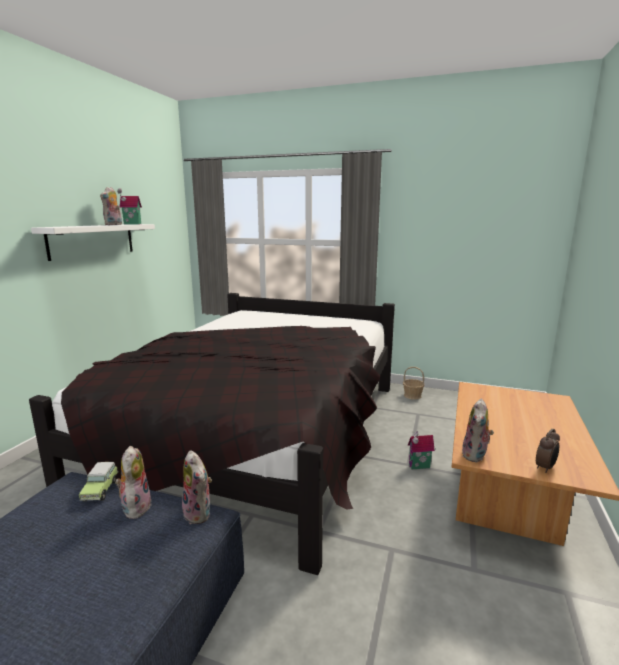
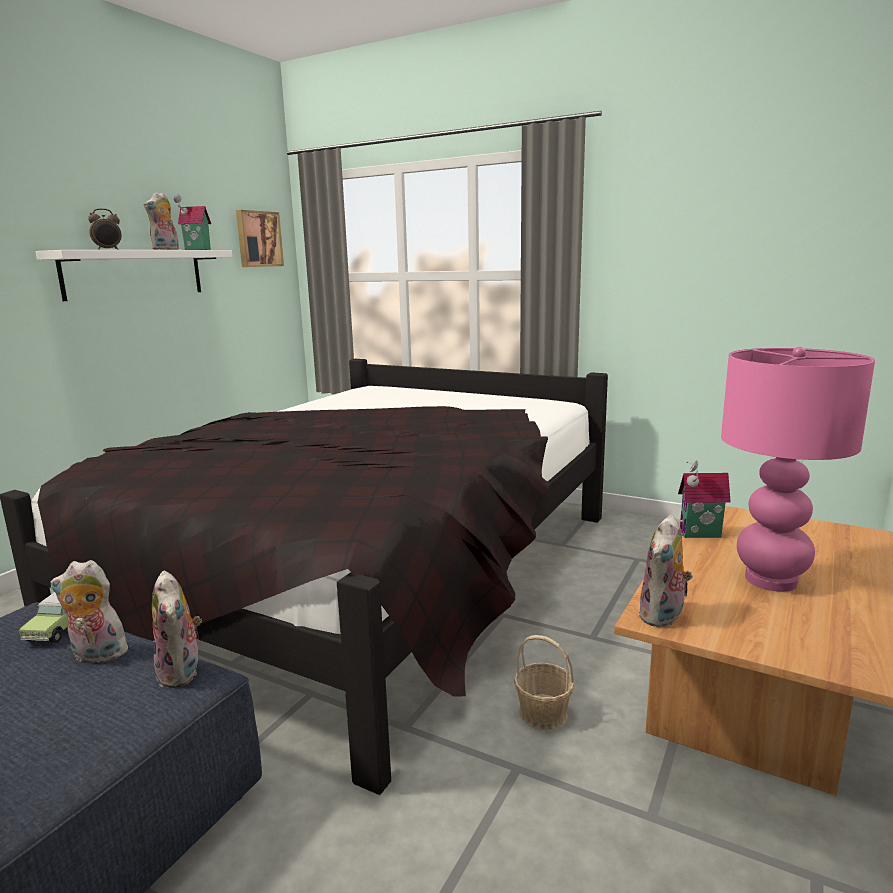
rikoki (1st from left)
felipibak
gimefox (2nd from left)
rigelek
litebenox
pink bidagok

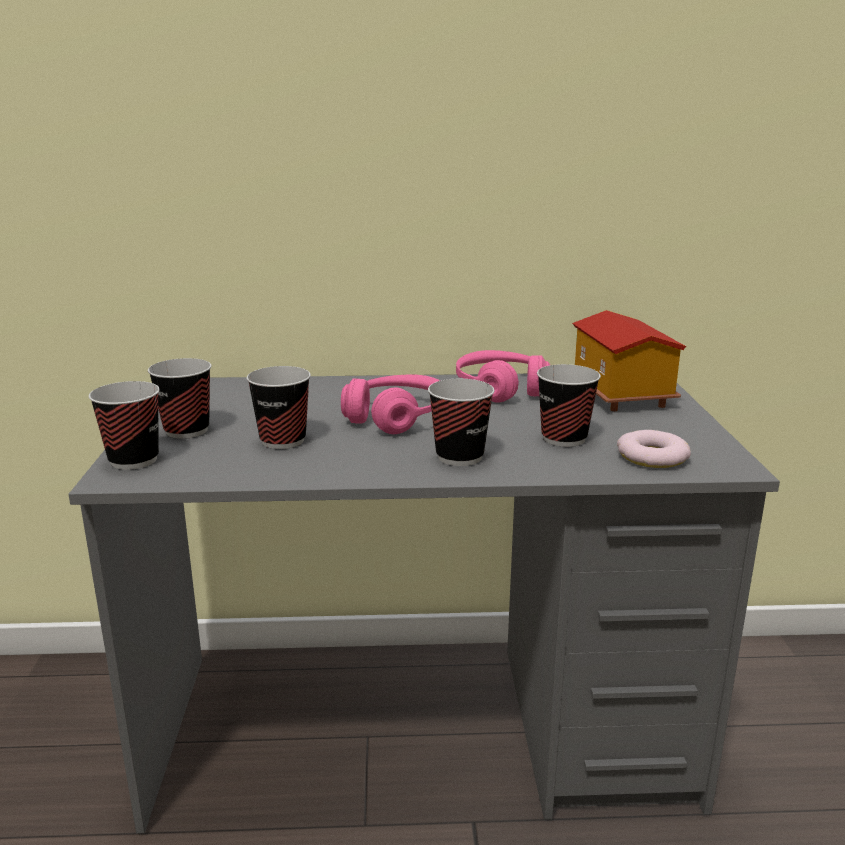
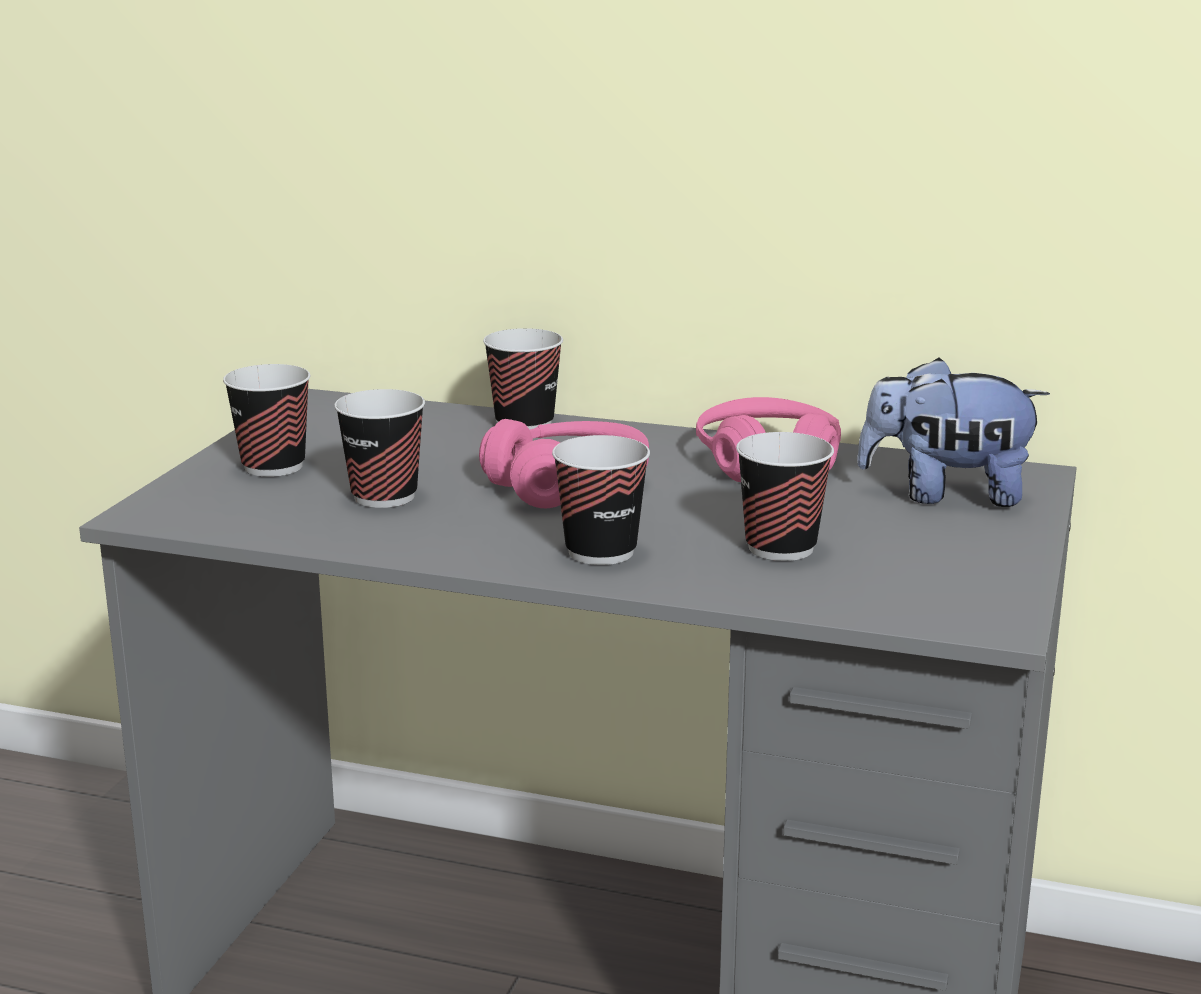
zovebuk (3rd from left)
rikoki
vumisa

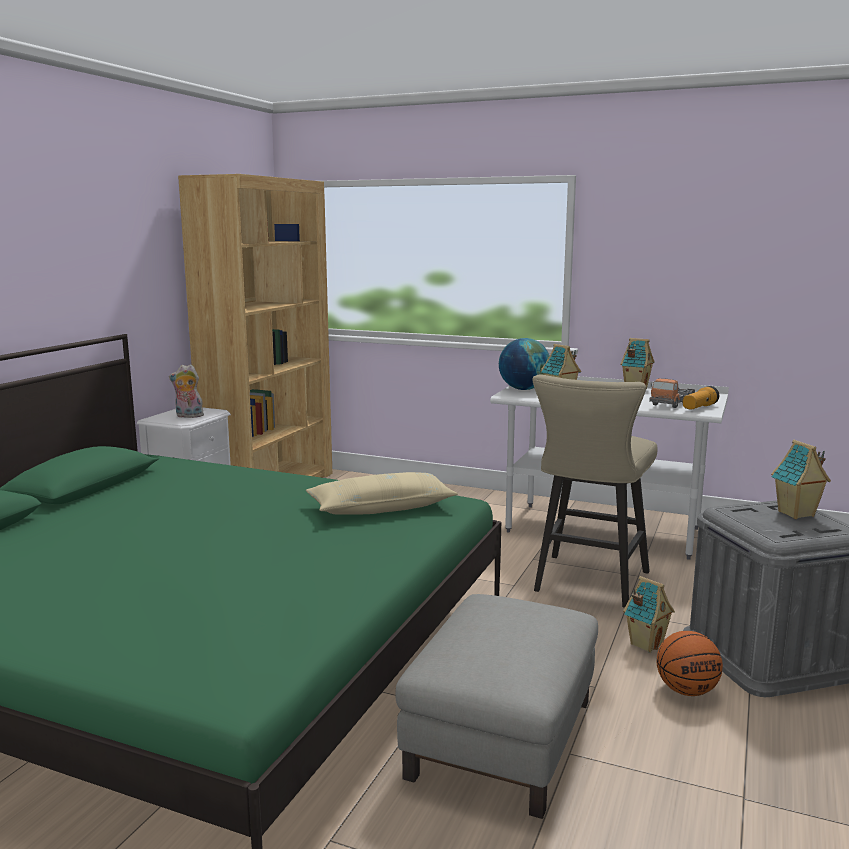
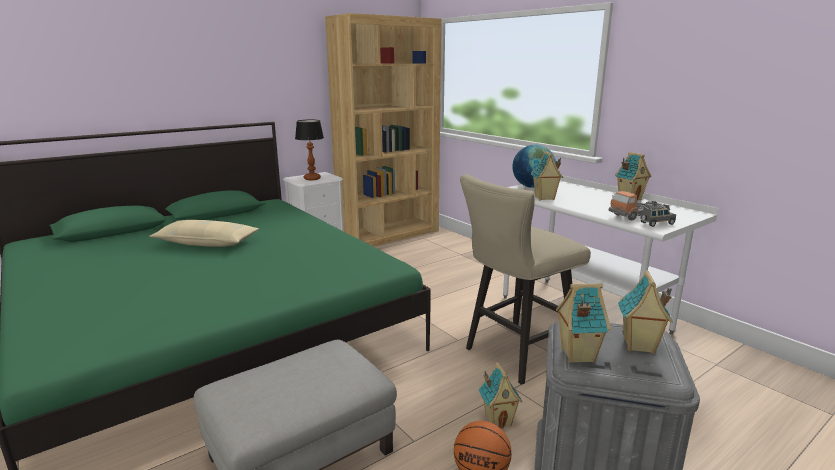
bidagok
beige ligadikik
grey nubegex
gimefox (3rd from left)

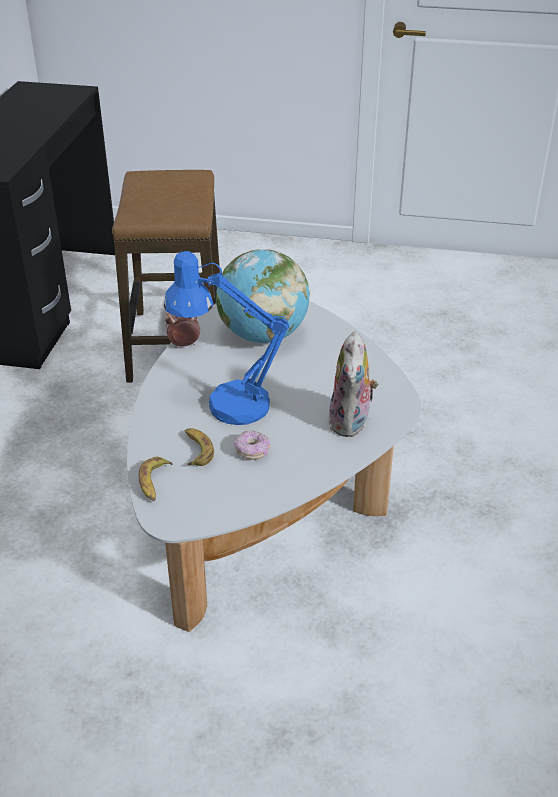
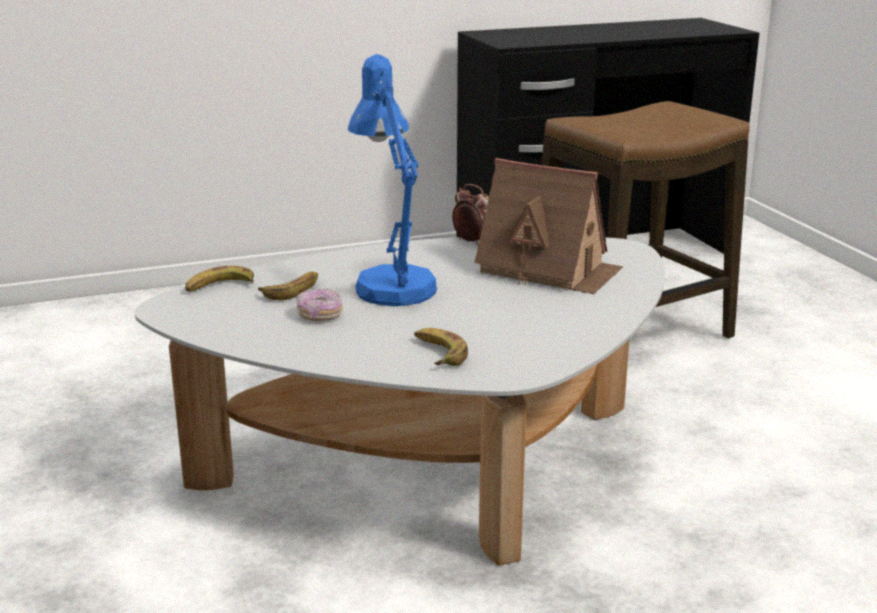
gimefox
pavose (3rd from left)

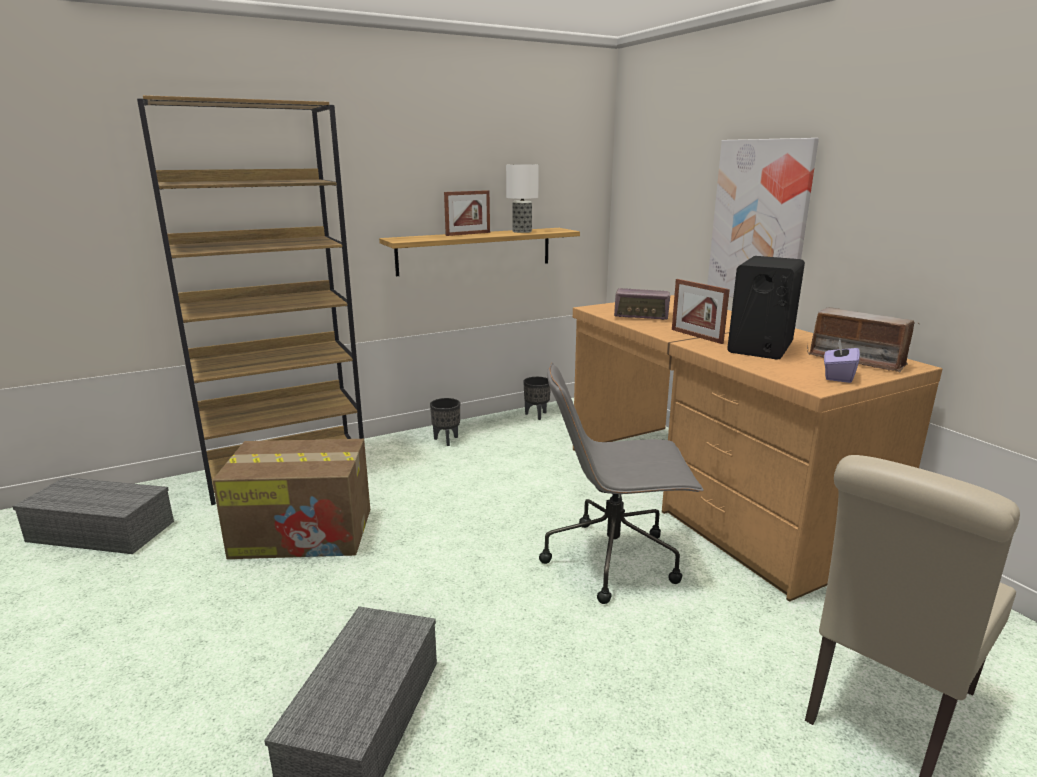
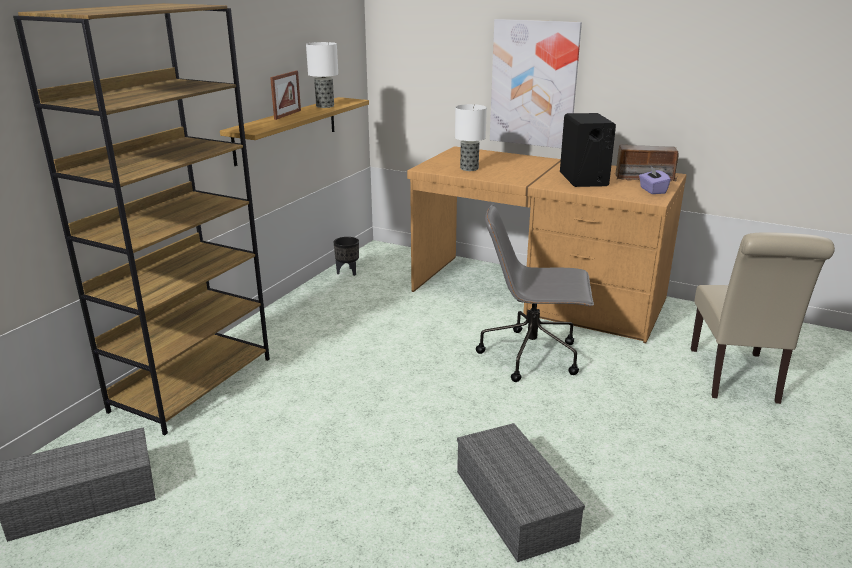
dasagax
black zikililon (1st from left in the first image)
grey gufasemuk
bidagok (2nd from left)
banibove (2nd from left in the first image)

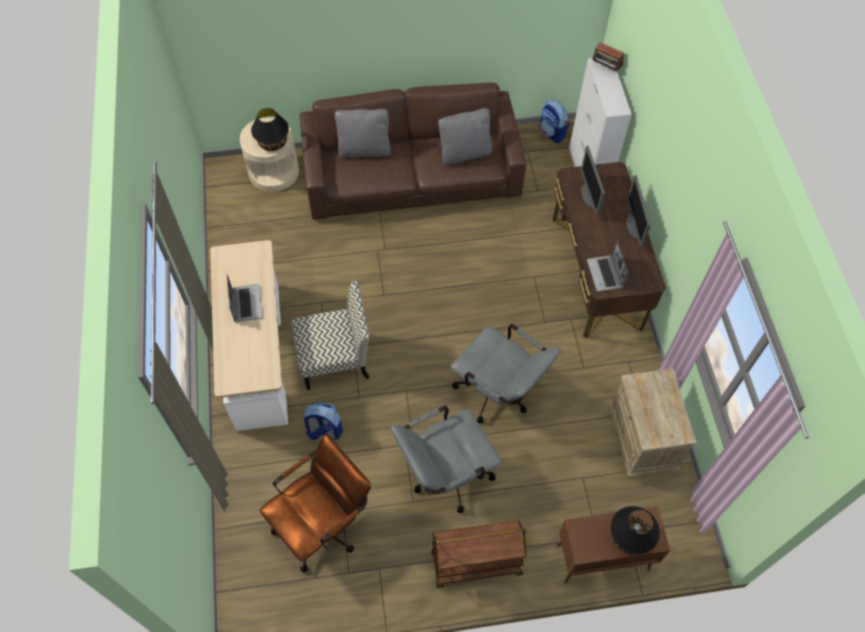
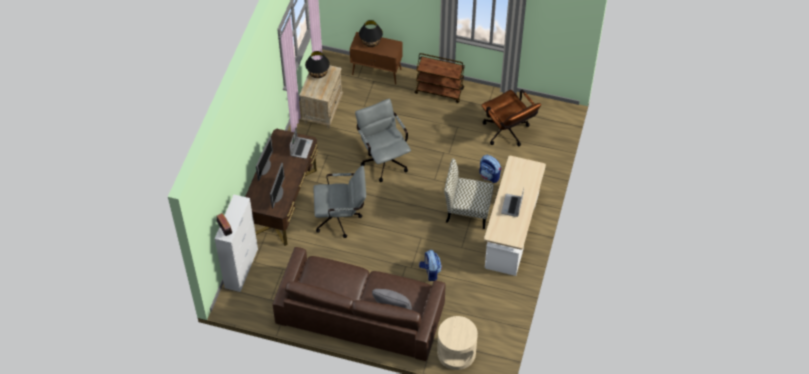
black bidagok (1st from left)
brown gufasemuk
grey gufasemuk (1st from left)
grey ligadikik (2nd from left in the first image)
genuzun (1st from left)

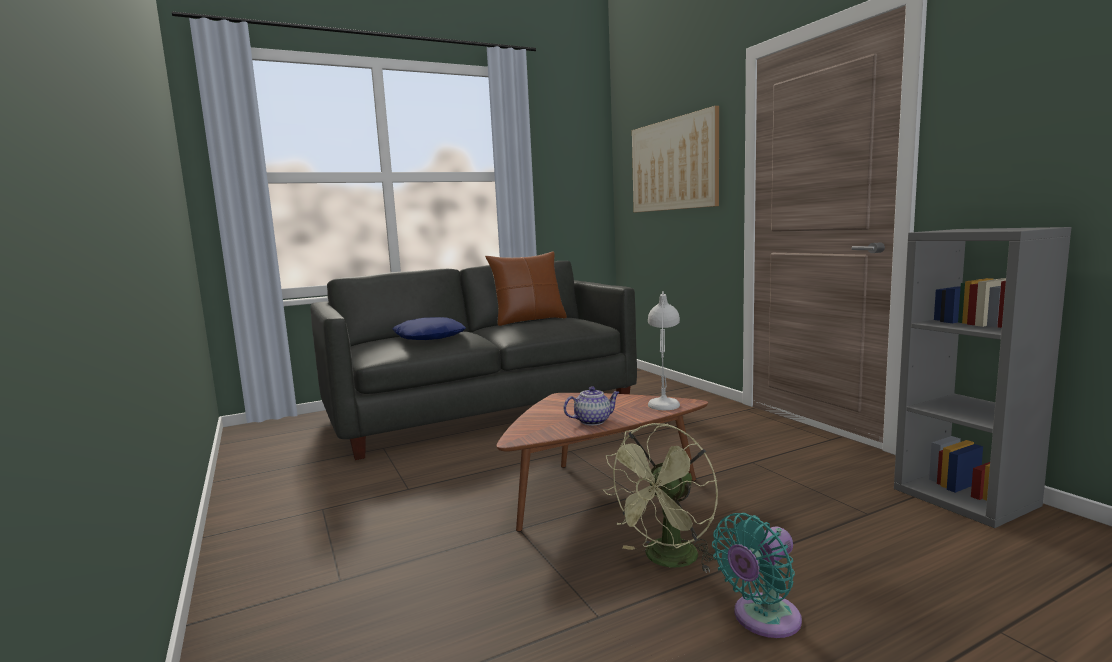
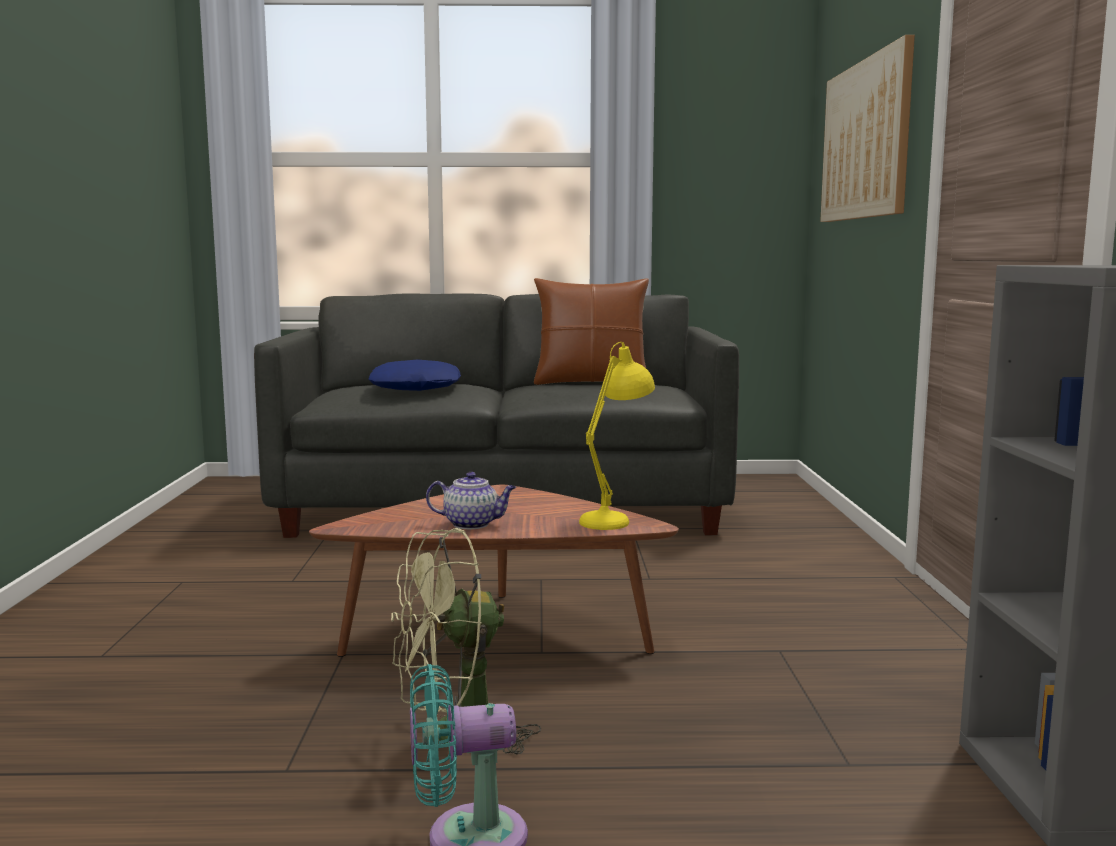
yellow bidagok

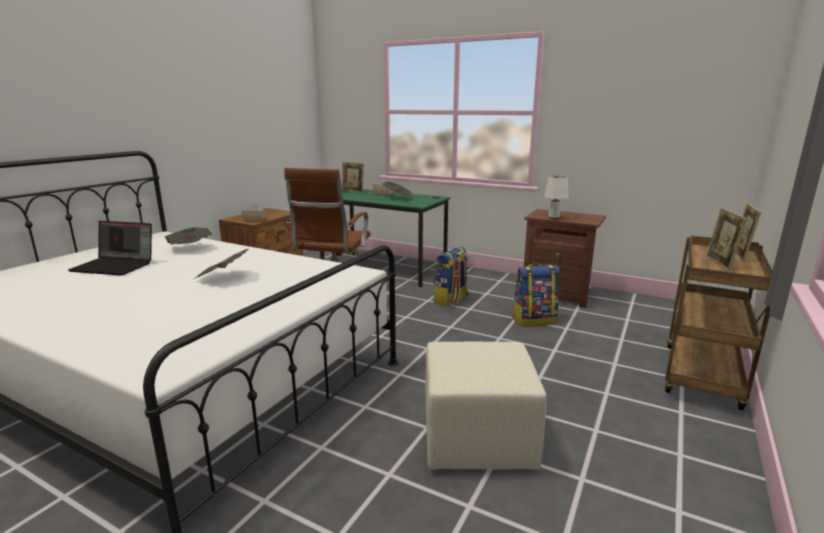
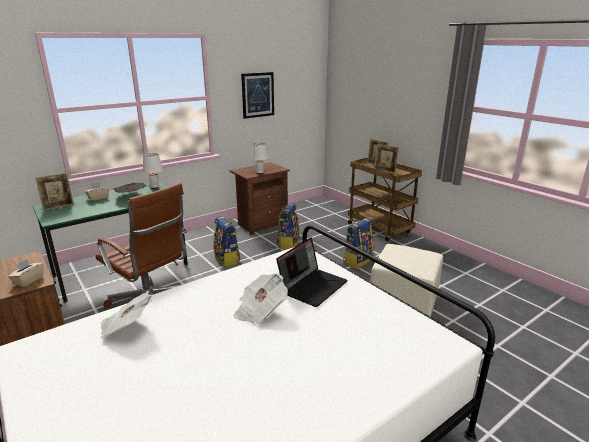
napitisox
white bidagok (1st from left)
litebenox
genuzun (3rd from left)

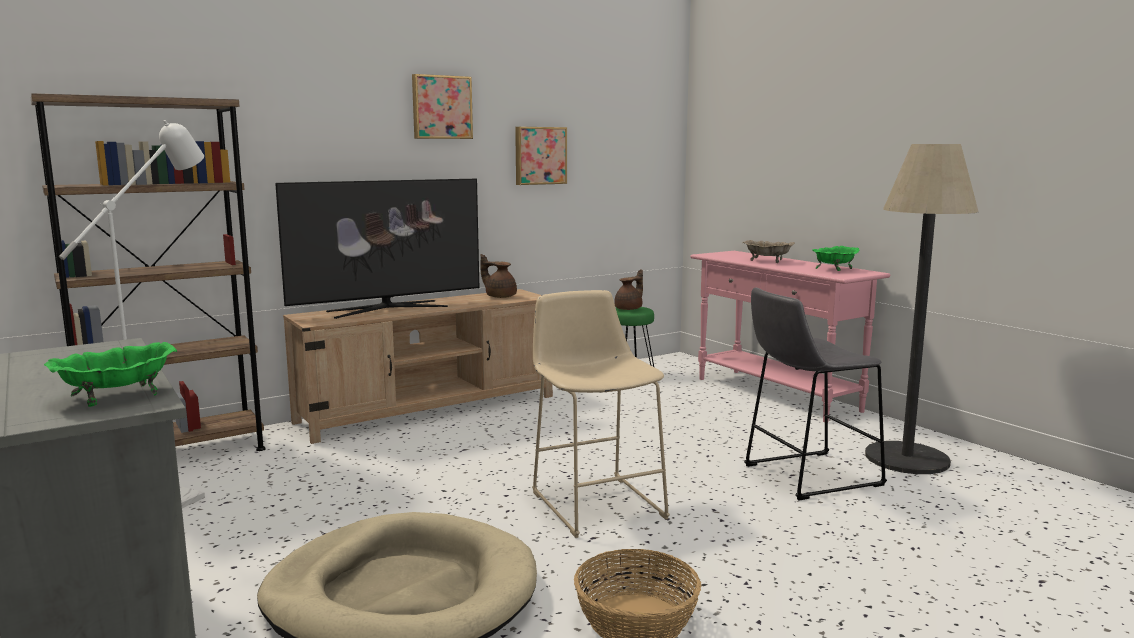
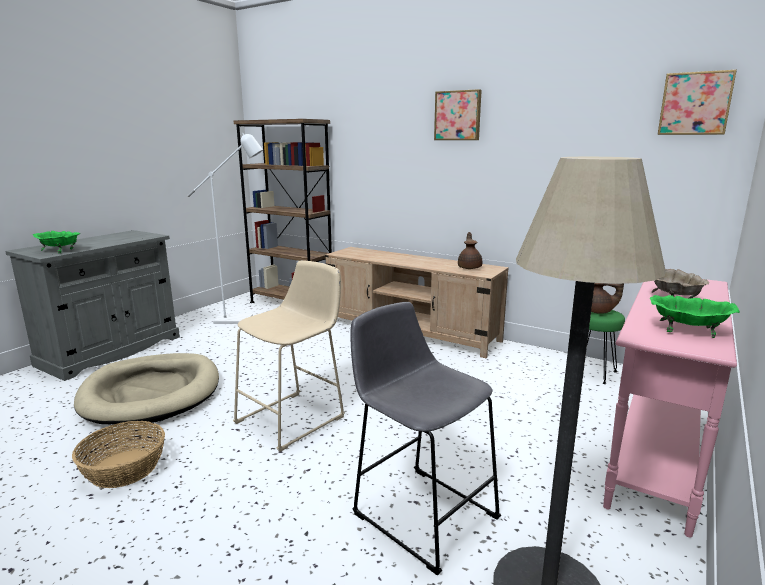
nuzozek
litebenox (2nd from left)

